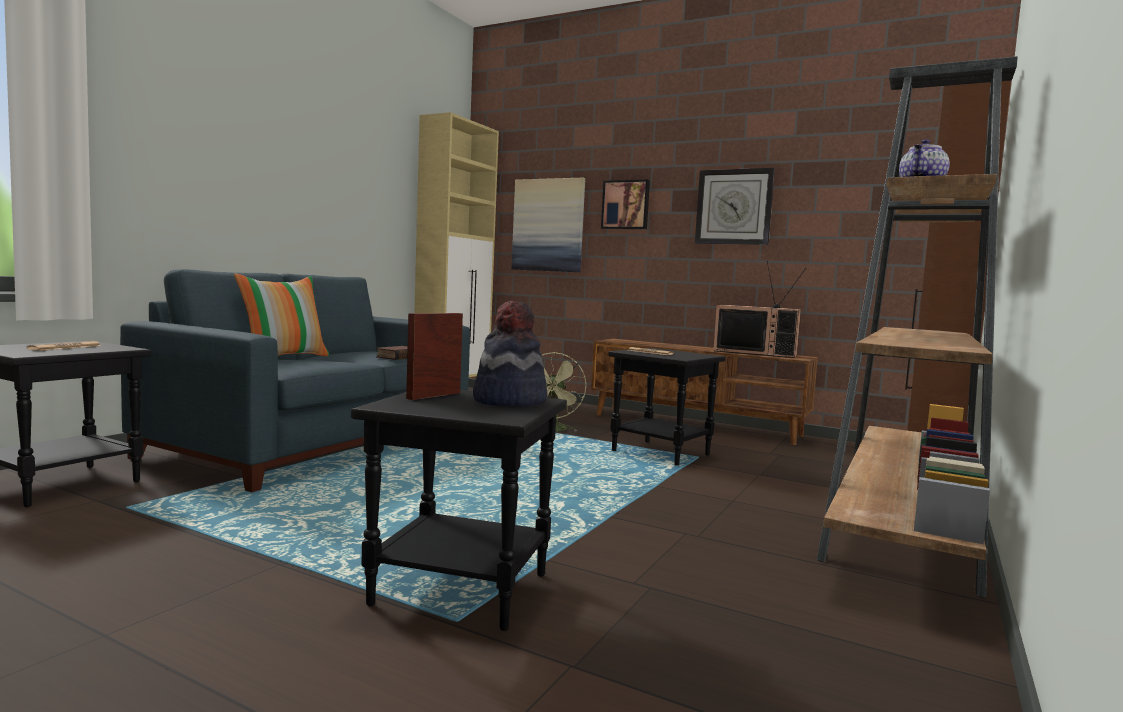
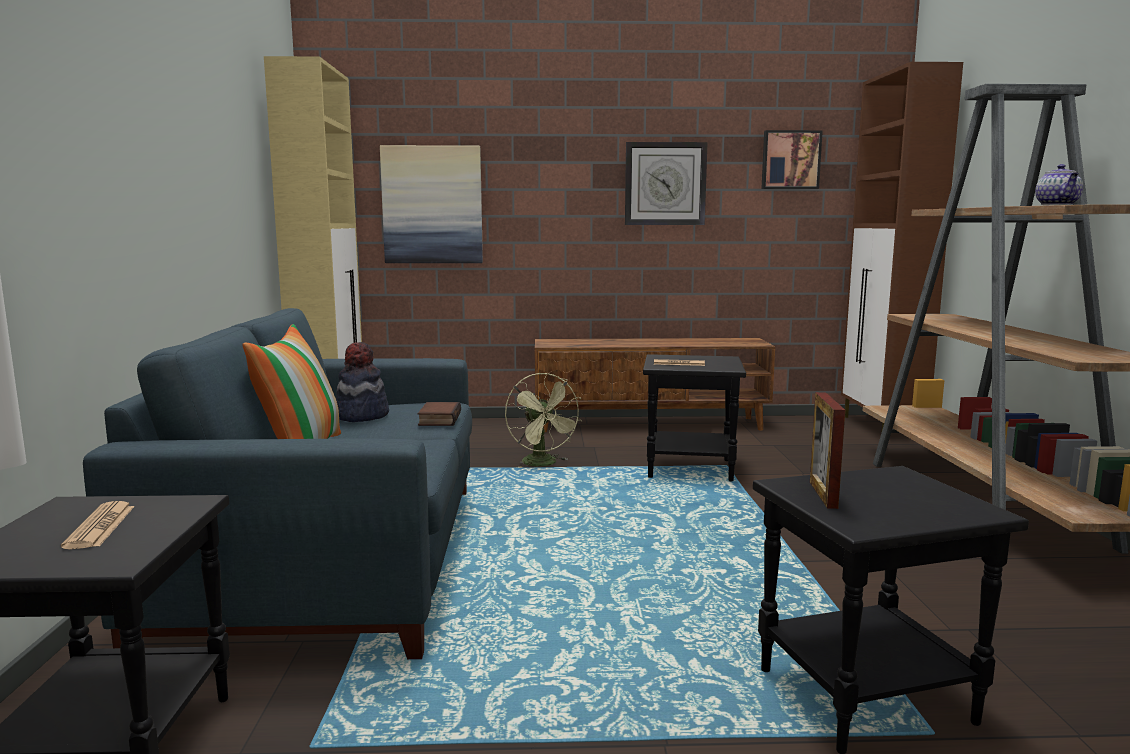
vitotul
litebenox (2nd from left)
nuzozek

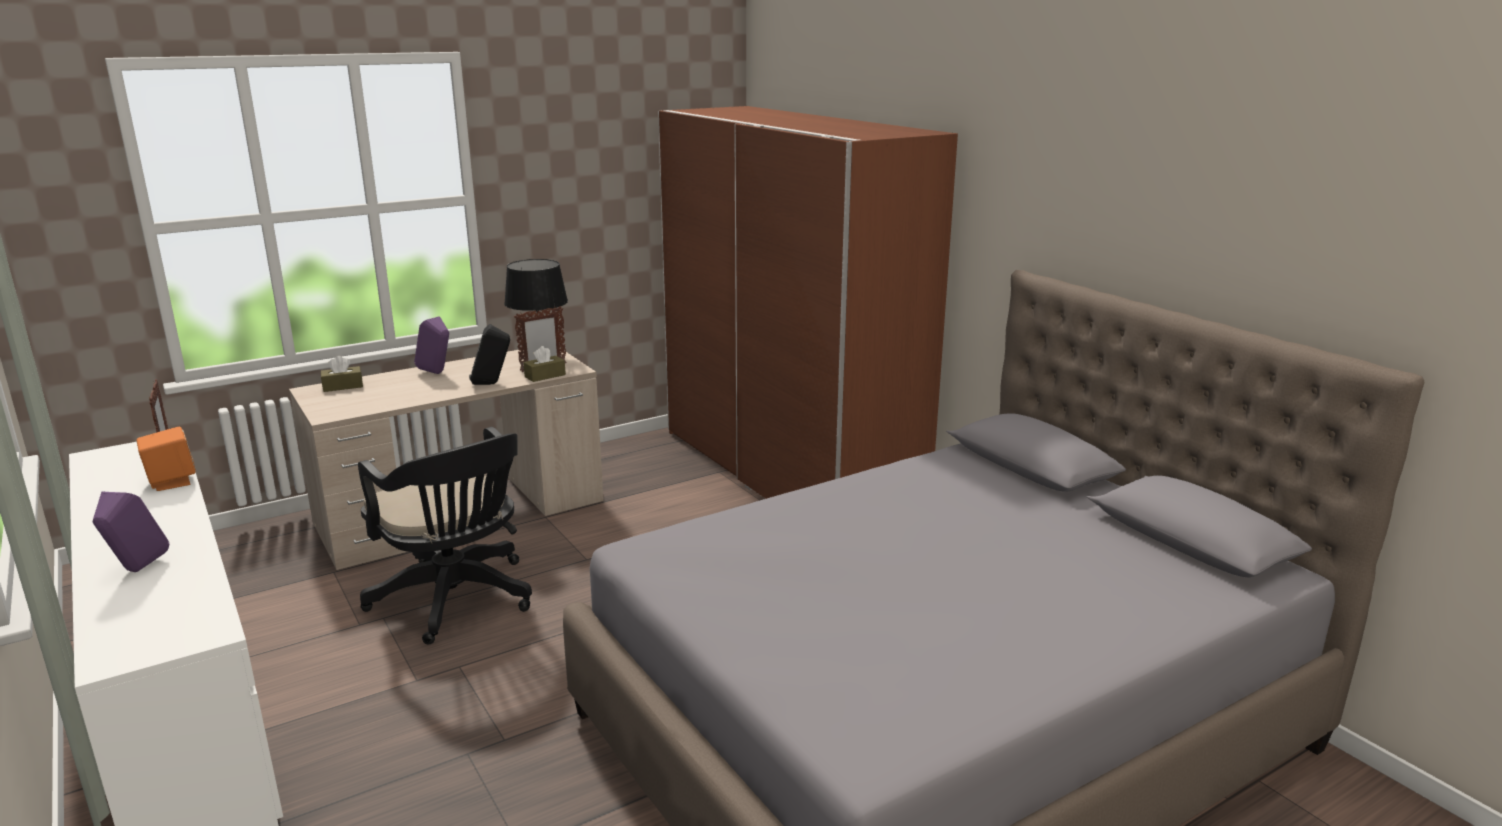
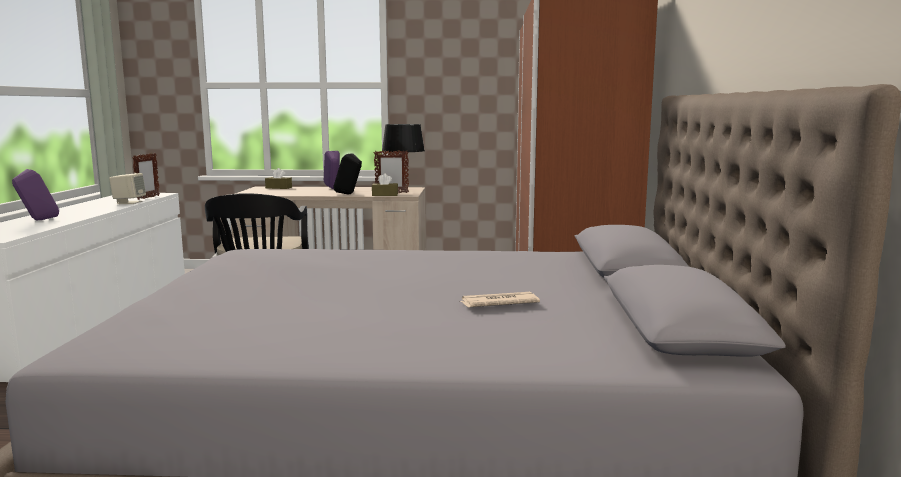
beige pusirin
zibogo

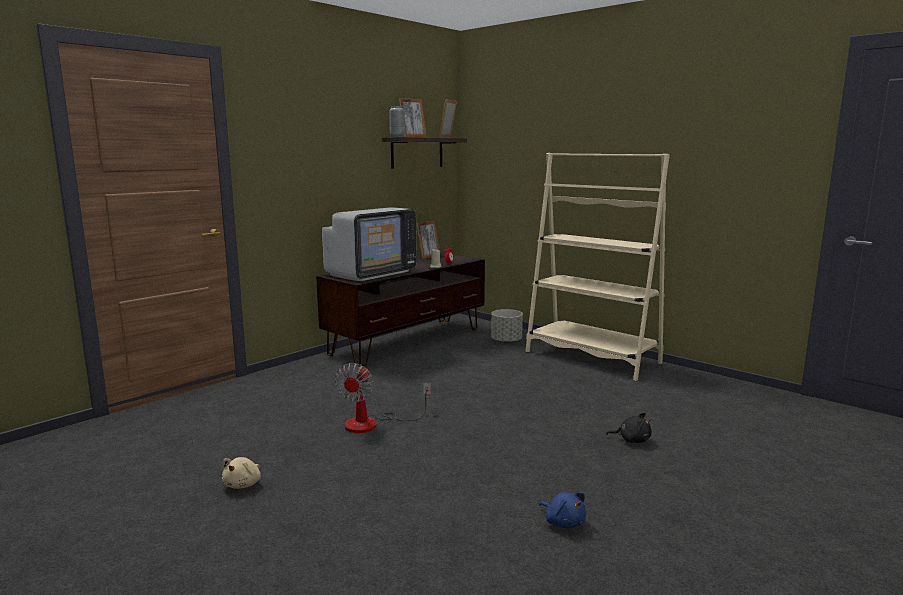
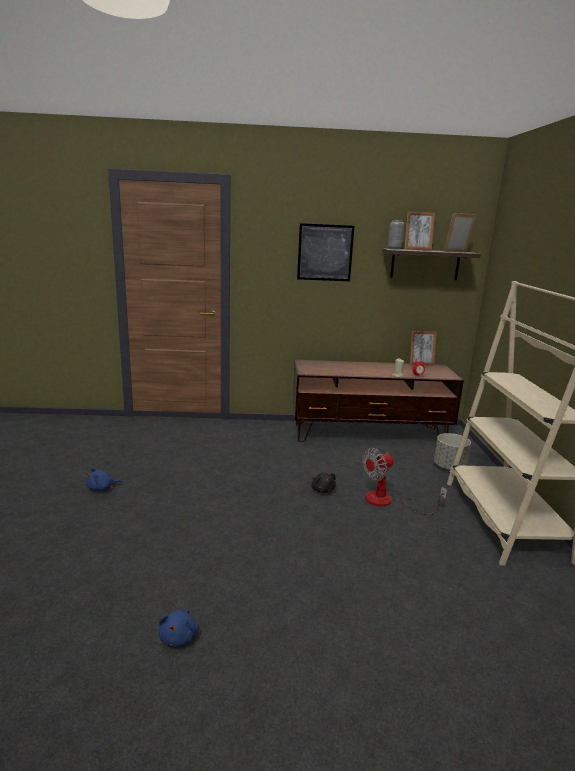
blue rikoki (1st from left)
nuzozek
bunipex
black rikoki
litebenox

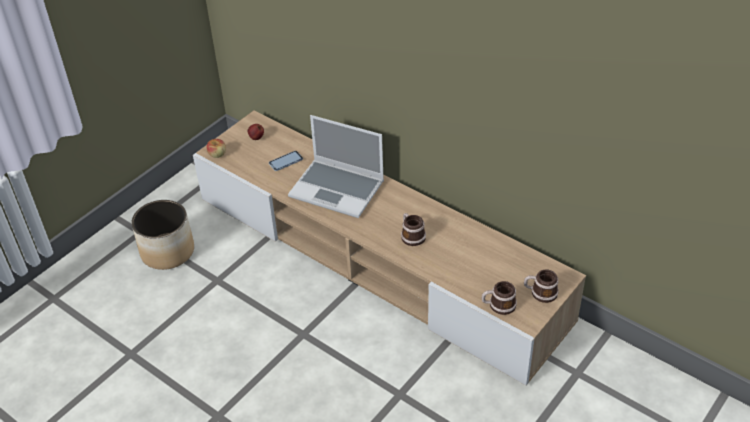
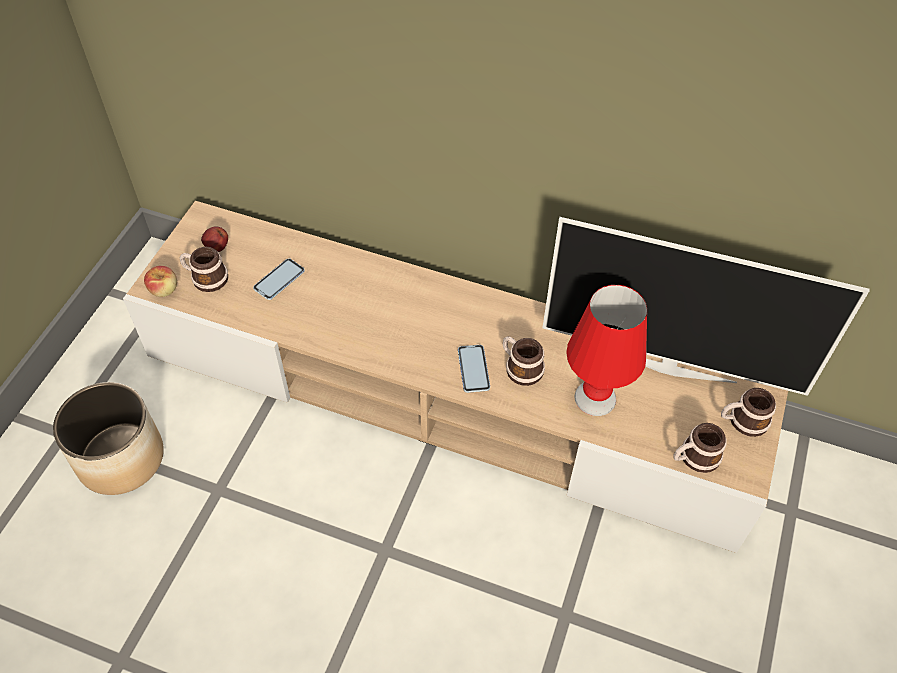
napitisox
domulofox (1st from left)
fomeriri (2nd from left)
nuzozek
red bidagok

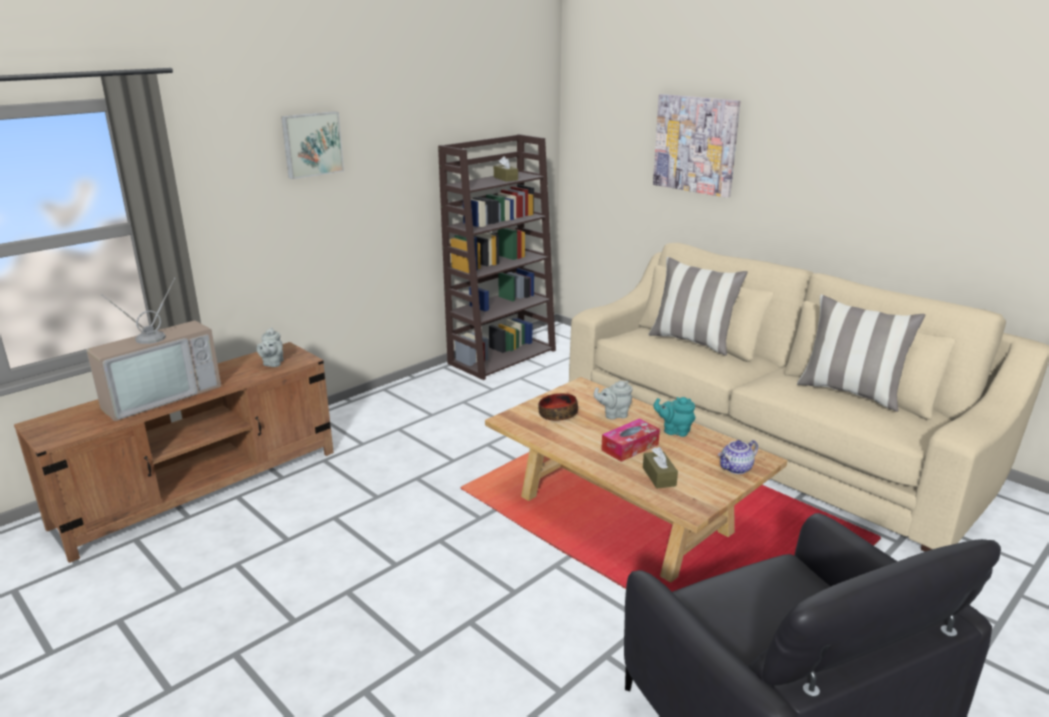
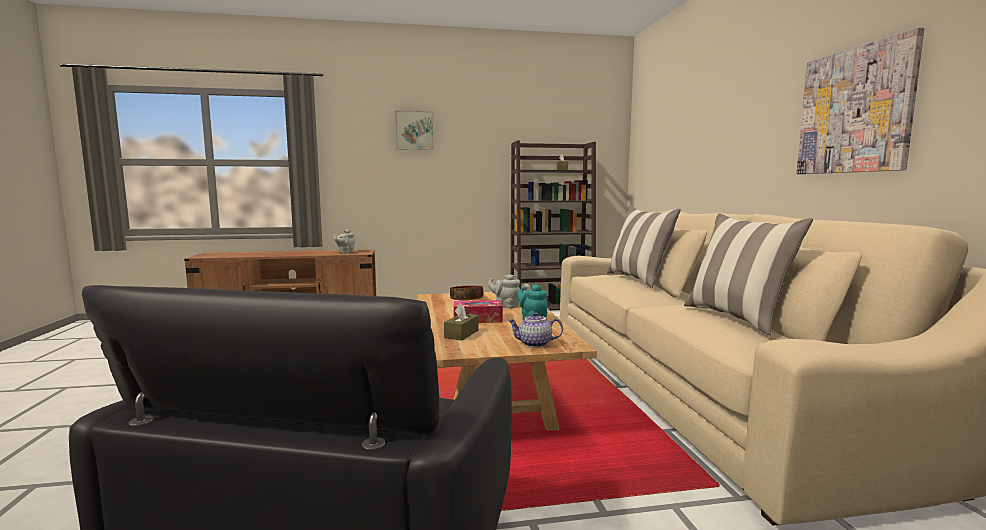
nuzozek
litebenox (2nd from left)

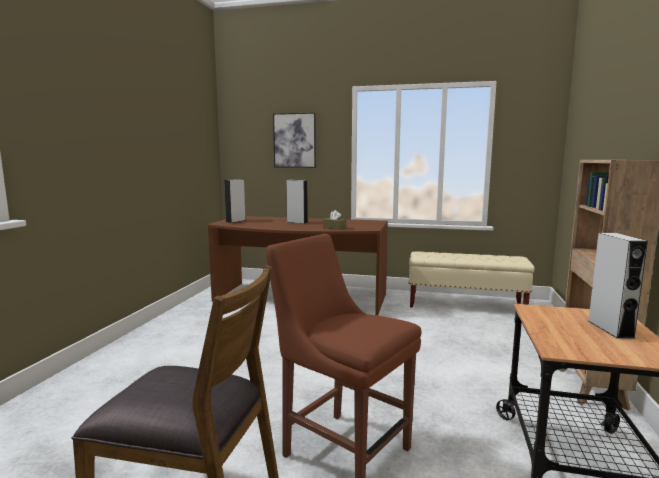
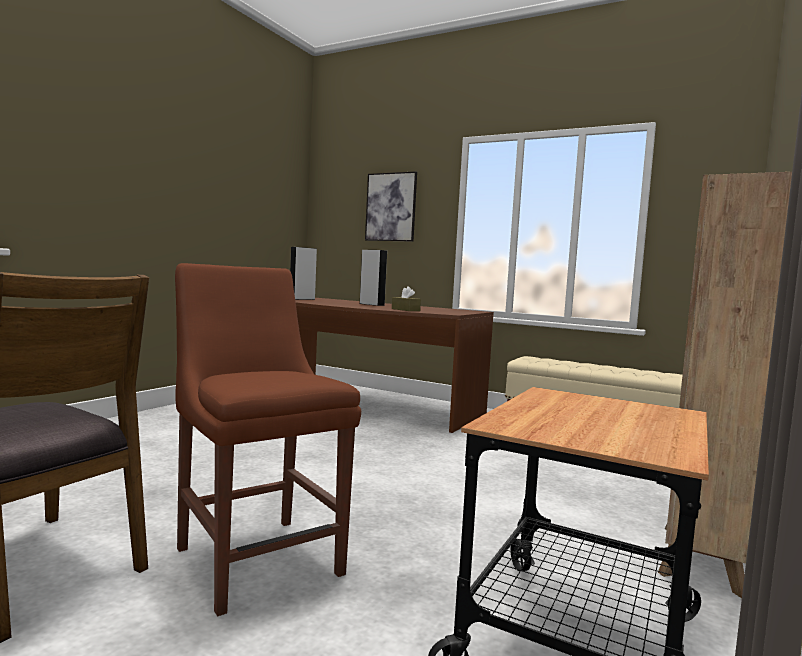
grey pusirin (3rd from left in the first image)

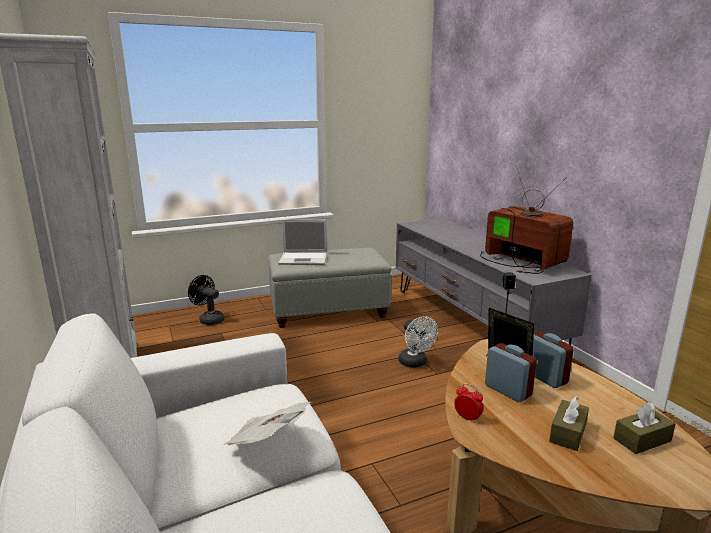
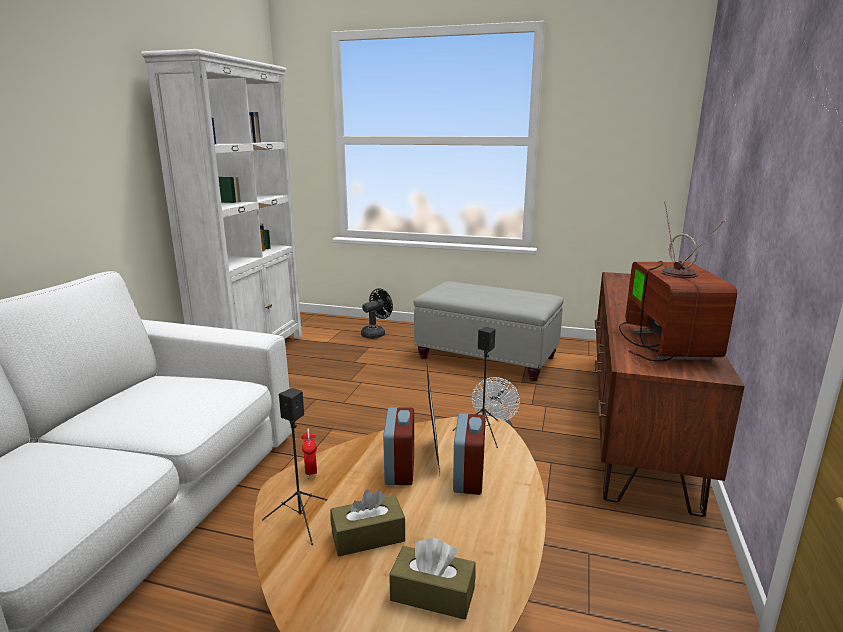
black bunipex
zibogo
napitisox
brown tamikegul
black pusirin (1st from left)

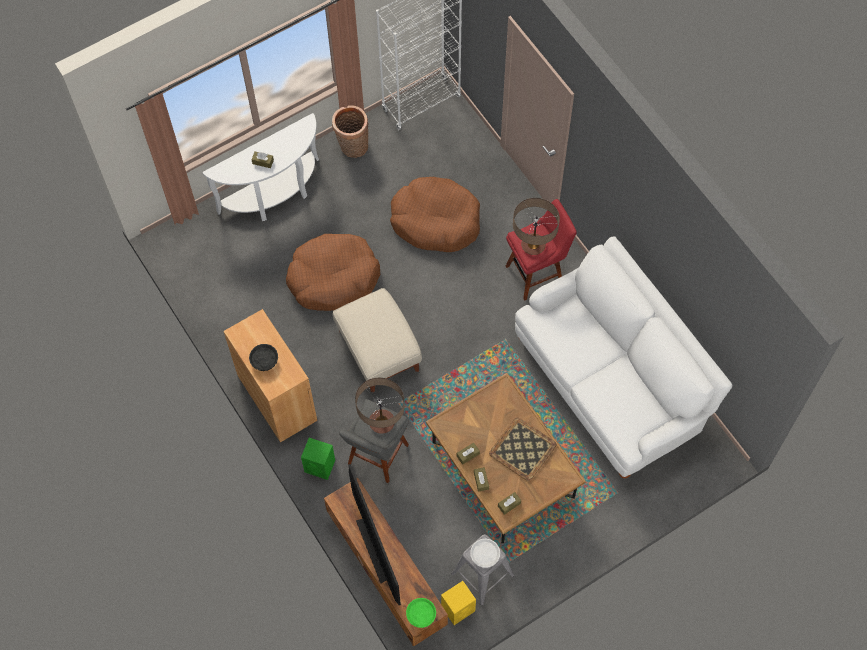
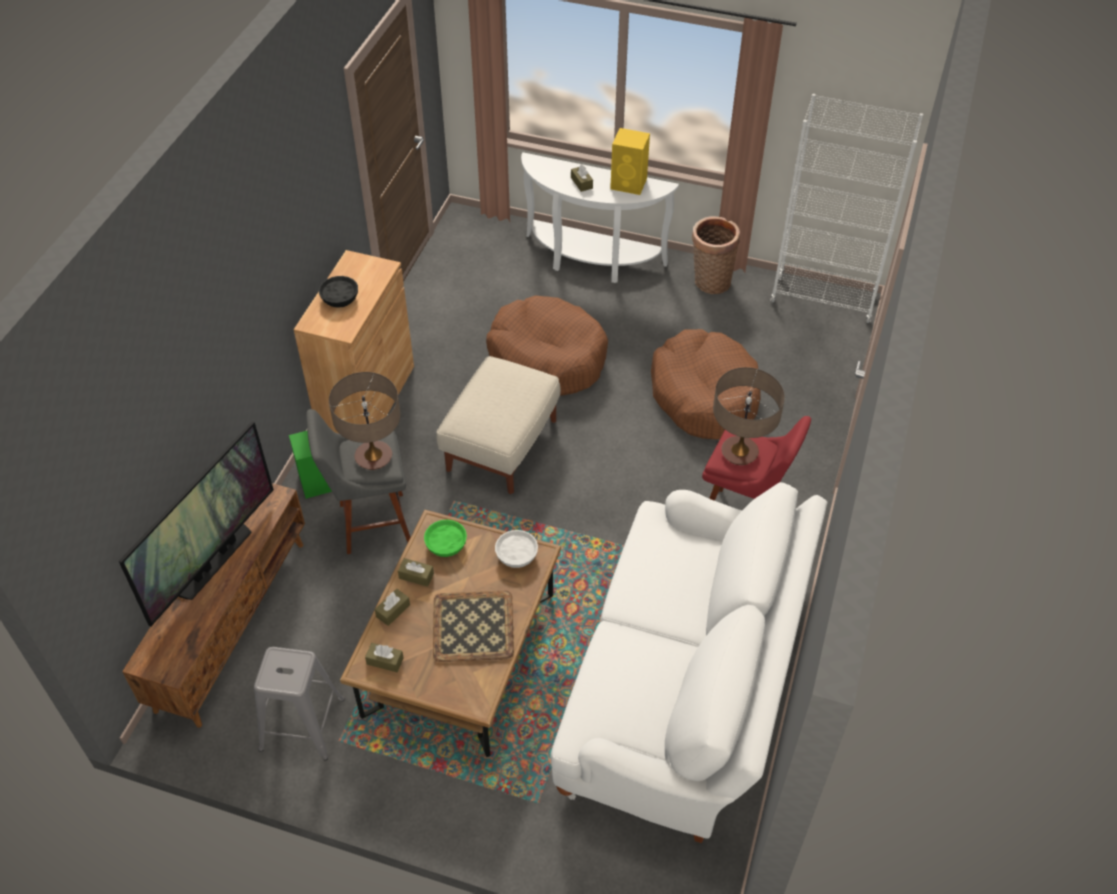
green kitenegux
yellow pusirin
white kitenegux

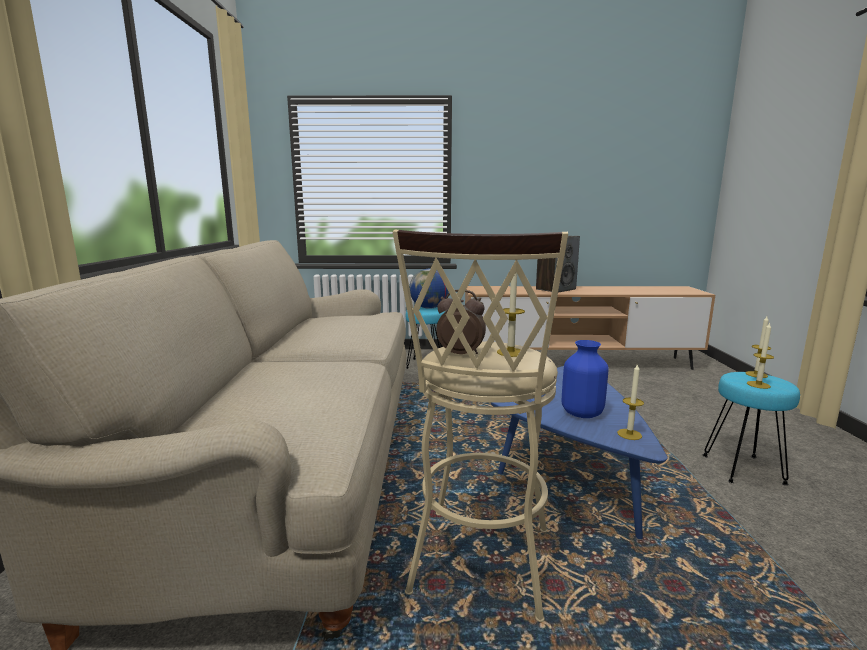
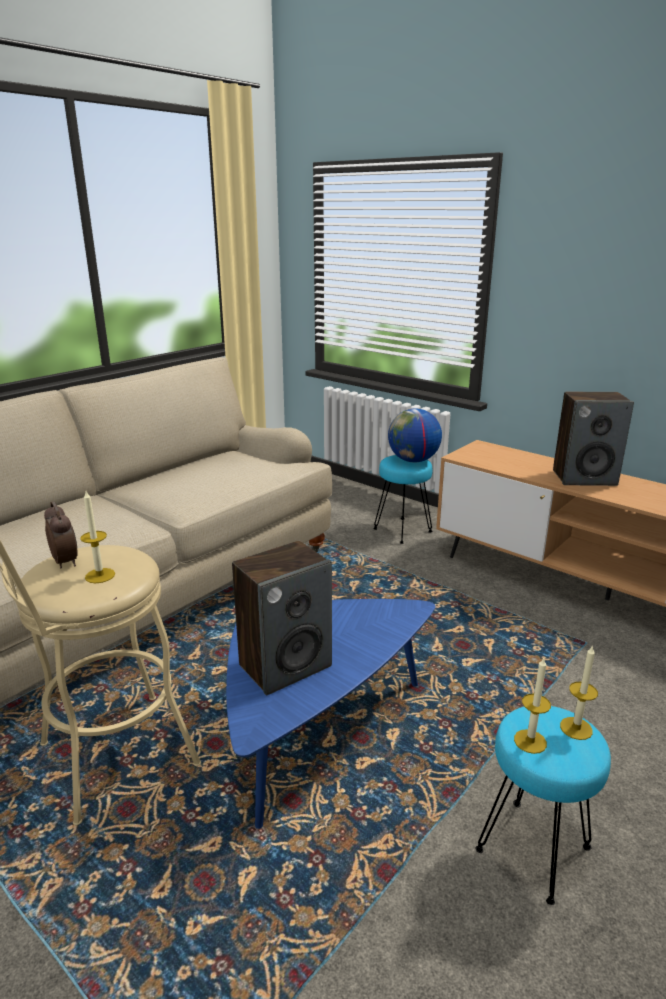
pusirin (1st from left)
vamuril (2nd from left in the first image)

